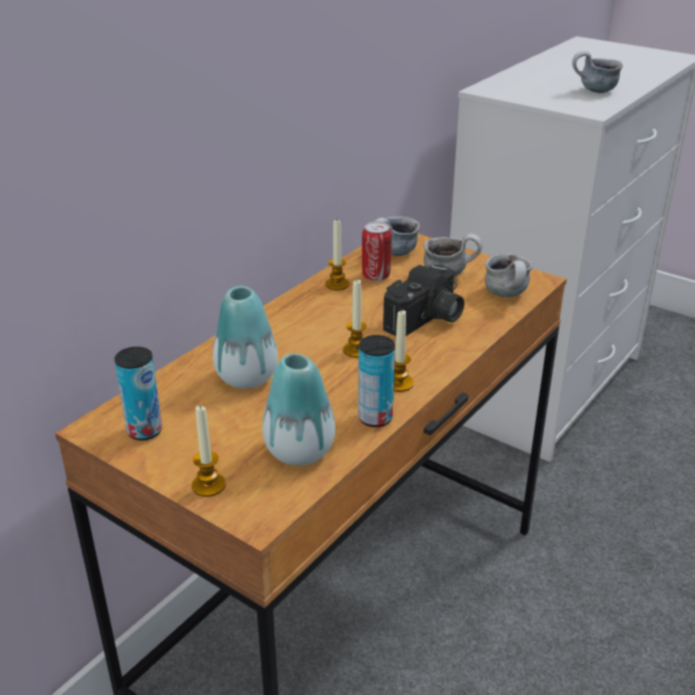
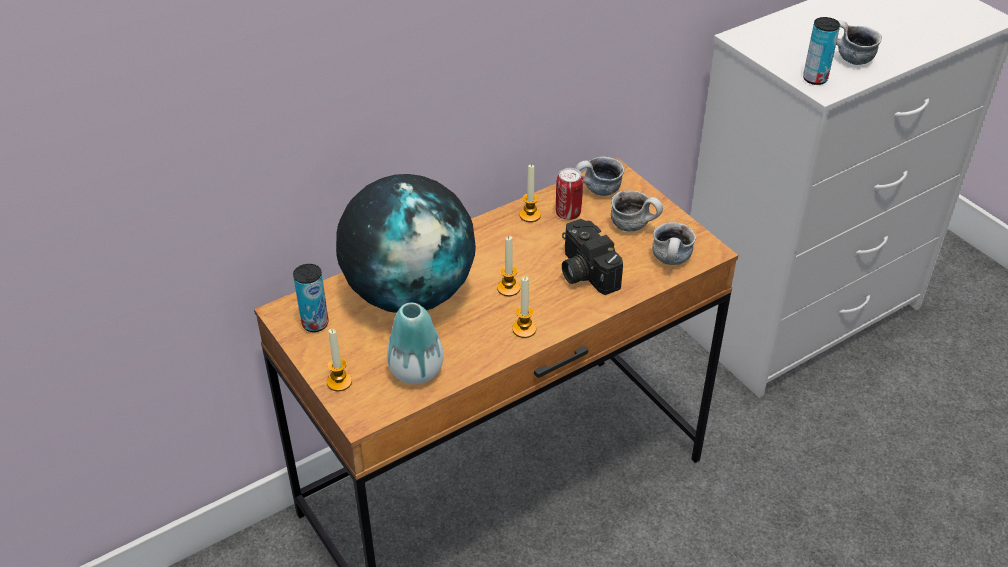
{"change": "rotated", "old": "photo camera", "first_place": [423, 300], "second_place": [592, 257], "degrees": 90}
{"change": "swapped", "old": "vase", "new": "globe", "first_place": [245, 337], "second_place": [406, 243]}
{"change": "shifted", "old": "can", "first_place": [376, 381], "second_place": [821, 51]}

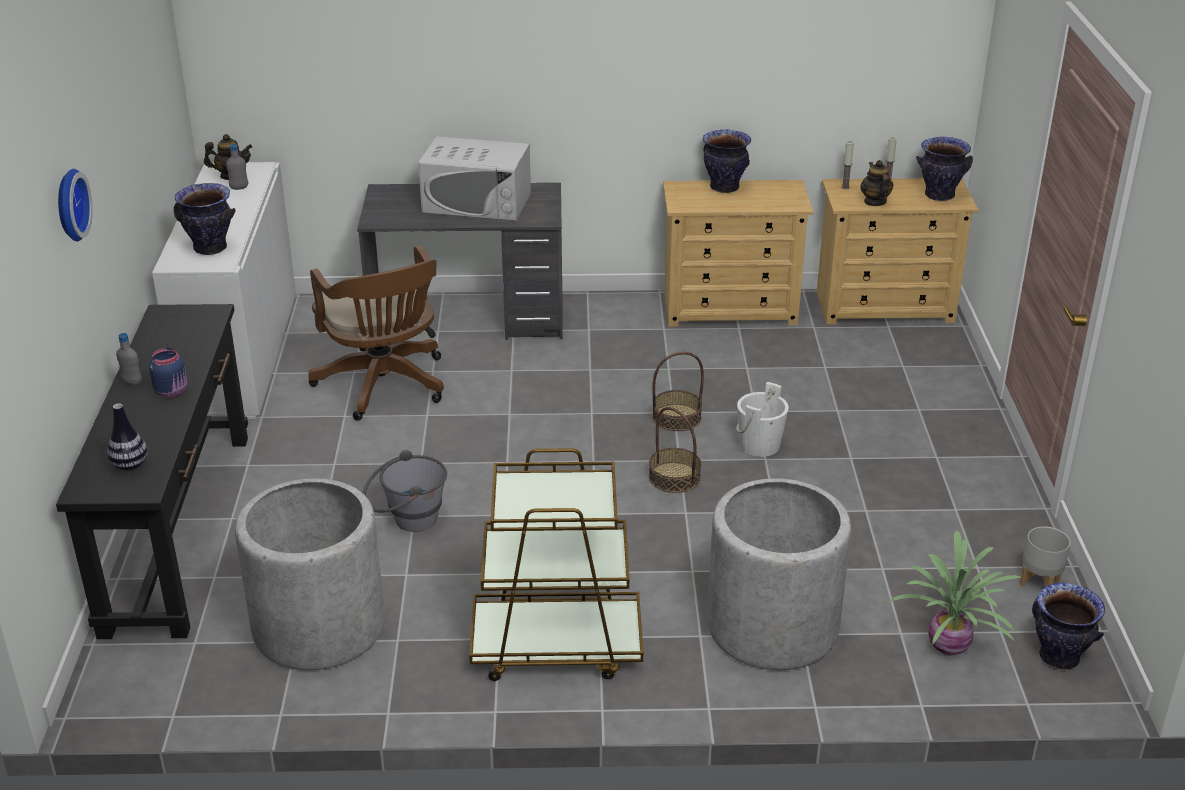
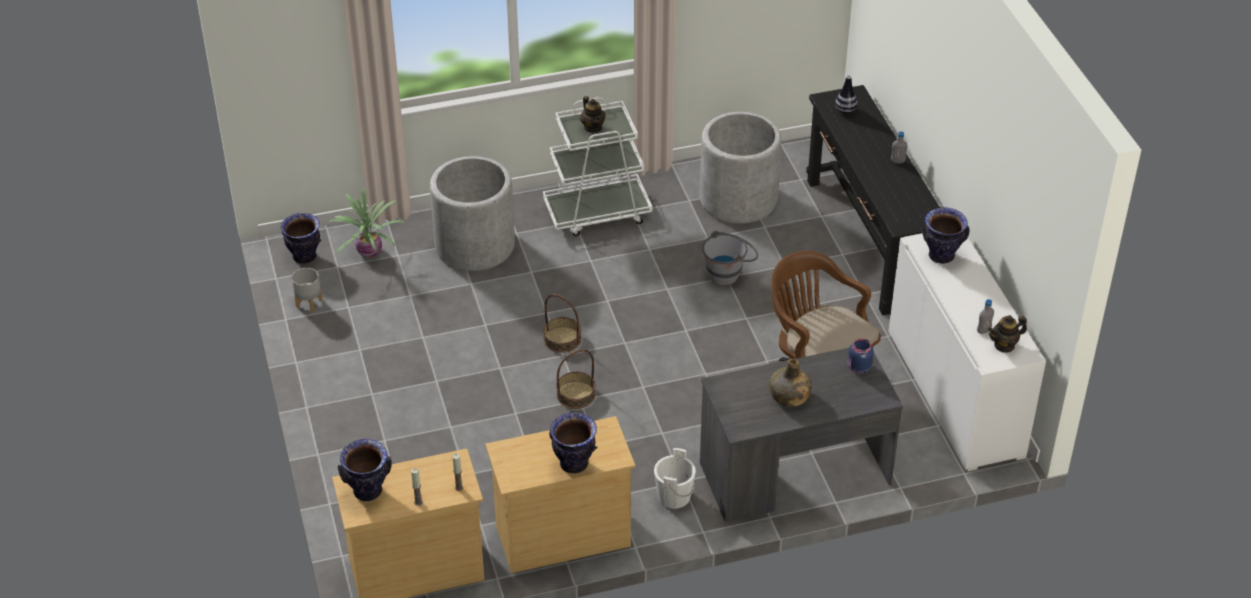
{"change": "swapped", "old": "microwave/white", "new": "bottle/green", "first_place": [474, 178], "second_place": [790, 382]}
{"change": "shifted", "old": "teapot", "first_place": [876, 183], "second_place": [593, 114]}
{"change": "gone", "old": "wall clock", "first_place": [75, 205]}
{"change": "shifted", "old": "jar/blue", "first_place": [168, 373], "second_place": [861, 355]}
{"change": "shifted", "old": "bucket/white", "first_place": [762, 419], "second_place": [675, 478]}
{"change": "repainted", "old": "cart/brown", "new": "cart/white", "first_place": [556, 564], "second_place": [598, 166]}

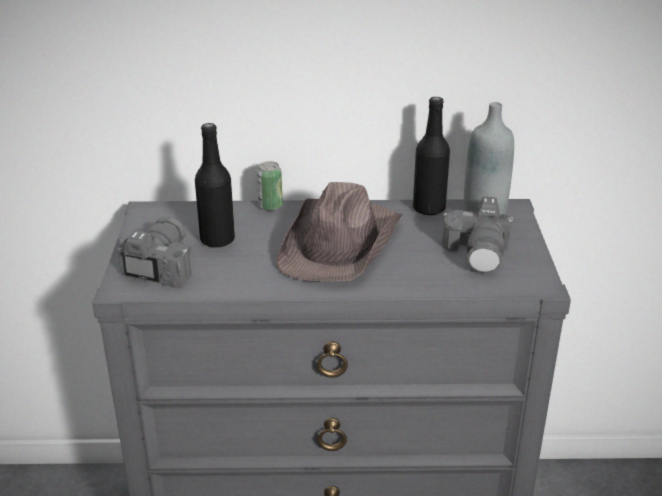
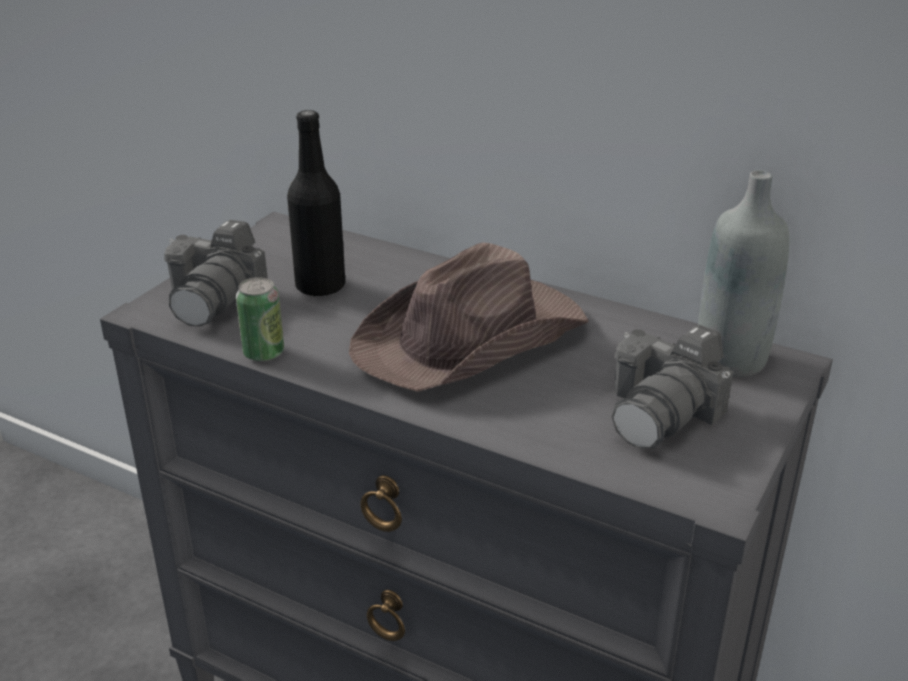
{"change": "gone", "old": "bottle/black", "first_place": [431, 156]}
{"change": "shifted", "old": "can", "first_place": [270, 186], "second_place": [260, 319]}
{"change": "rotated", "old": "photo camera", "first_place": [154, 252], "second_place": [216, 273], "degrees": 150}

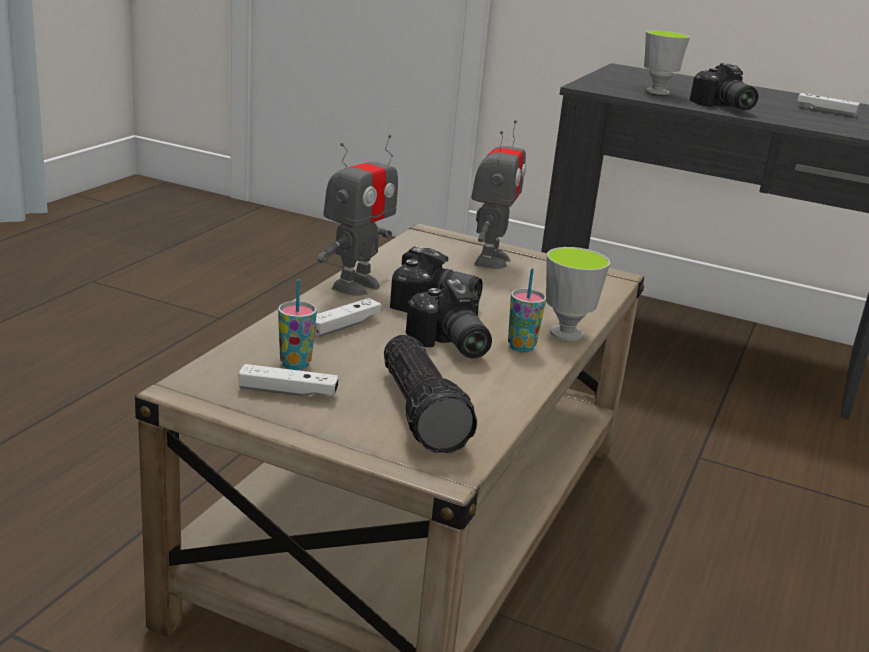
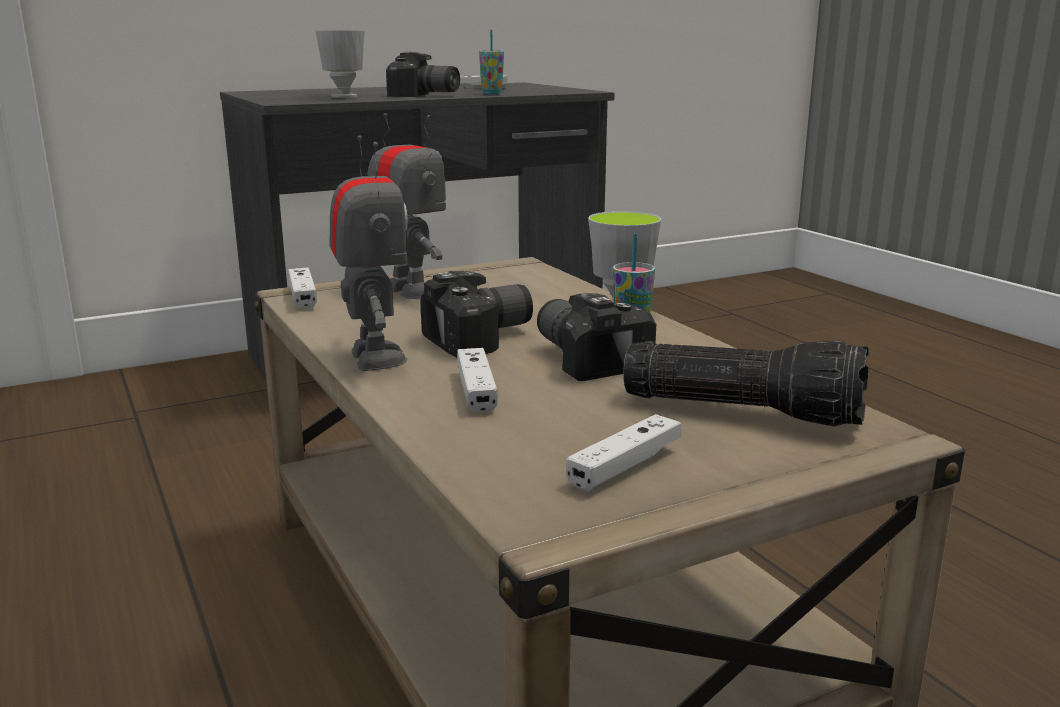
{"change": "shifted", "old": "cup", "first_place": [297, 324], "second_place": [491, 62]}
{"change": "rotated", "old": "photo camera", "first_place": [449, 318], "second_place": [596, 337], "degrees": -135}
{"change": "new", "new": "game controller/white", "second_place": [303, 288]}

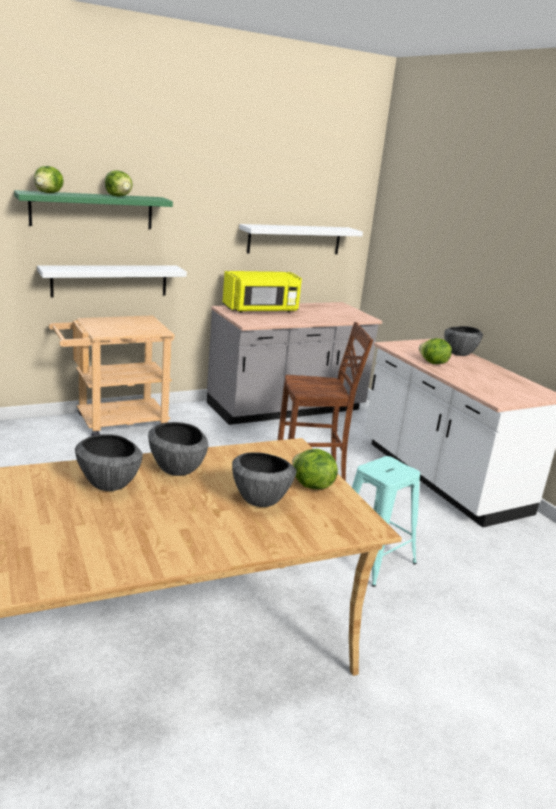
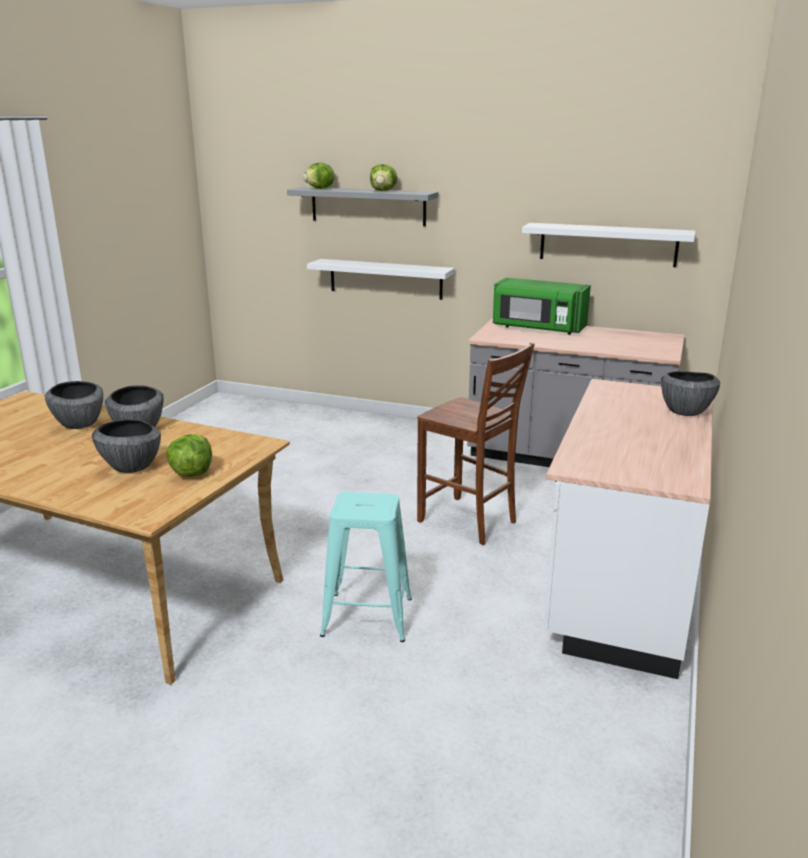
{"change": "repainted", "old": "shelf/green", "new": "shelf/grey", "first_place": [93, 209], "second_place": [362, 206]}
{"change": "repainted", "old": "microwave/yellow", "new": "microwave/green", "first_place": [262, 292], "second_place": [542, 306]}
{"change": "gone", "old": "cart/beige", "first_place": [112, 375]}
{"change": "gone", "old": "lettuce", "first_place": [435, 351]}

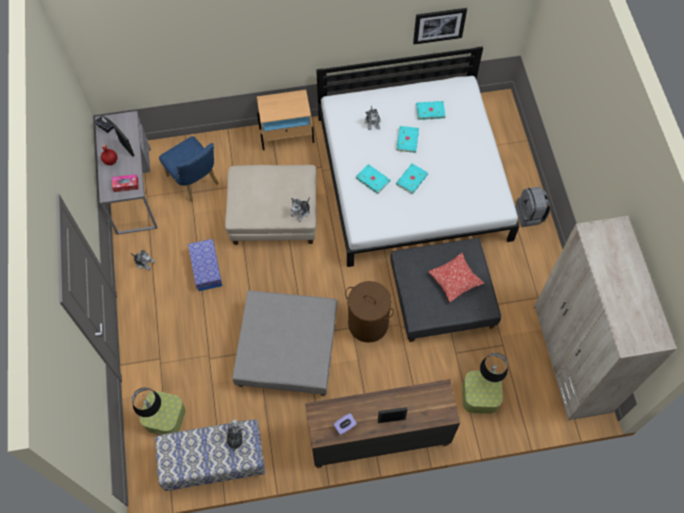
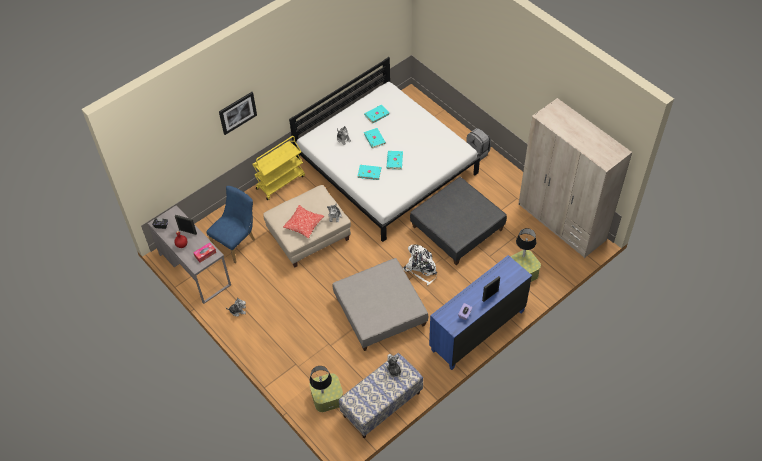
{"change": "shifted", "old": "picture", "first_place": [440, 26], "second_place": [238, 113]}
{"change": "swapped", "old": "nightstand/beige", "new": "cart/yellow", "first_place": [285, 120], "second_place": [278, 168]}
{"change": "rotated", "old": "chair/blue", "first_place": [189, 169], "second_place": [230, 224], "degrees": -75}
{"change": "gone", "old": "storage box", "first_place": [205, 265]}
{"change": "shifted", "old": "pillow", "first_place": [456, 277], "second_place": [303, 221]}
{"change": "swapped", "old": "laundry basket/brown", "new": "backpack/white", "first_place": [369, 312], "second_place": [420, 265]}
{"change": "repainted", "old": "dresser/brown", "new": "dresser/blue", "first_place": [382, 423], "second_place": [480, 312]}

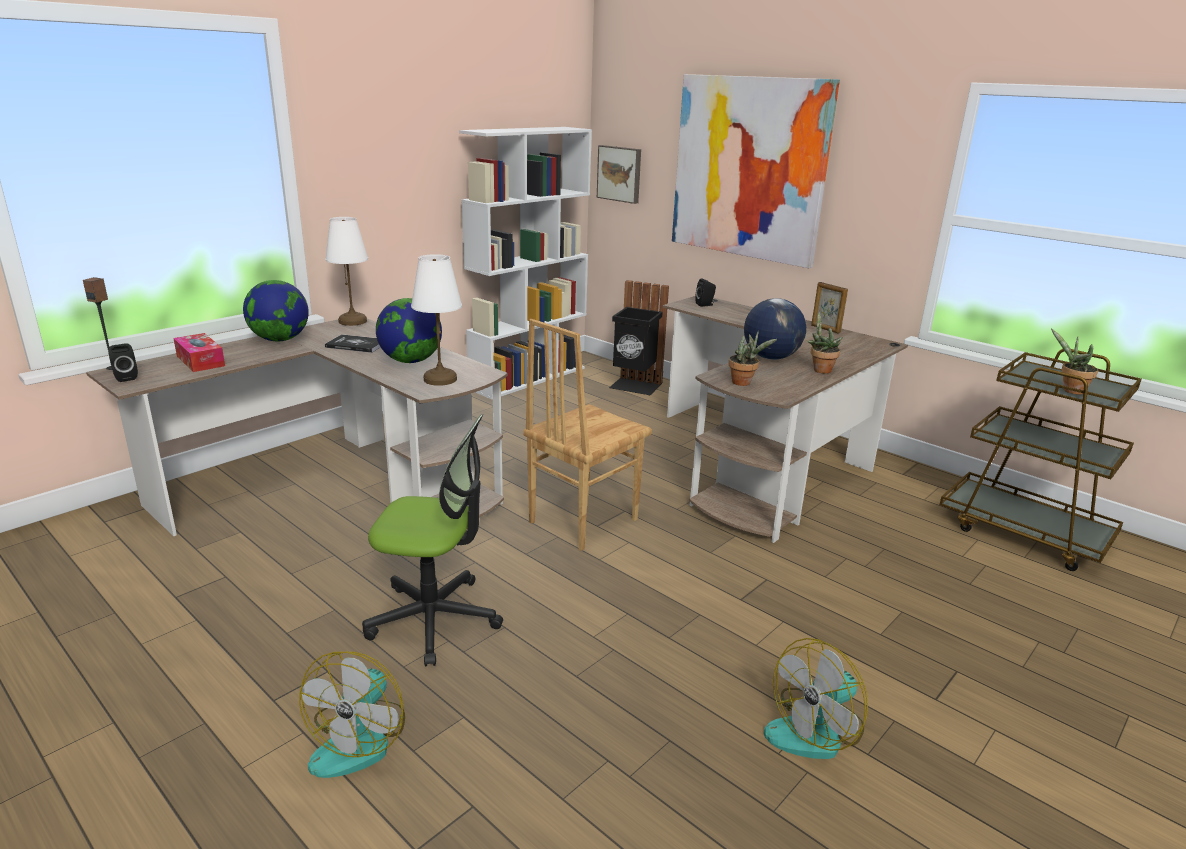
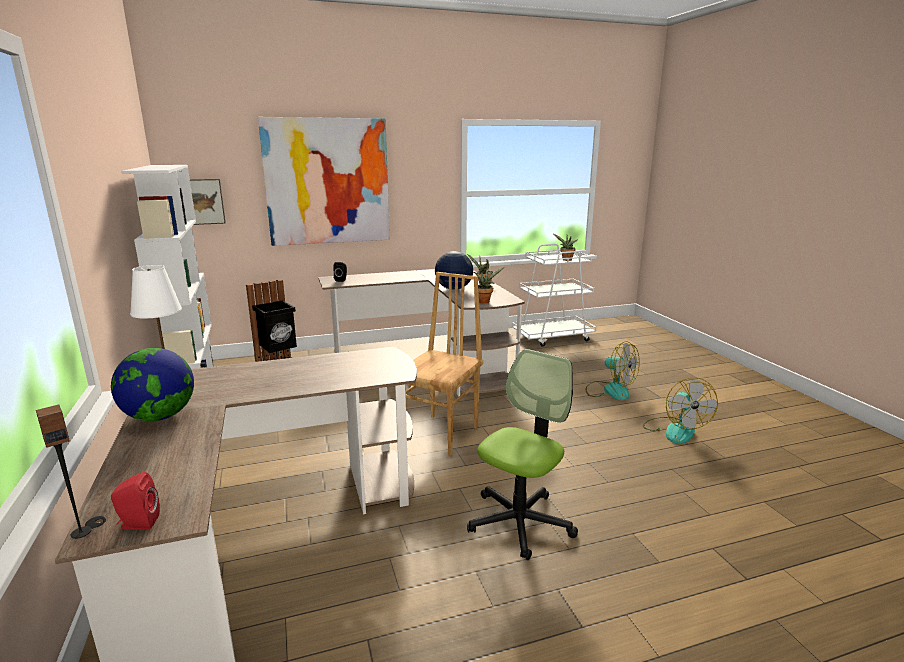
{"change": "gone", "old": "table lamp/white", "first_place": [436, 320]}
{"change": "gone", "old": "picture frame", "first_place": [829, 308]}
{"change": "gone", "old": "globe", "first_place": [409, 330]}
{"change": "rotated", "old": "chair/brown", "first_place": [587, 435], "second_place": [444, 363], "degrees": -135}
{"change": "gone", "old": "tissue box", "first_place": [199, 352]}
{"change": "gone", "old": "book", "first_place": [352, 343]}
{"change": "repainted", "old": "speaker/black", "new": "speaker/red", "first_place": [123, 362], "second_place": [135, 501]}
{"change": "repainted", "old": "cart/brown", "new": "cart/white", "first_place": [1040, 460], "second_place": [554, 295]}
{"change": "shifted", "old": "fan", "first_place": [352, 715], "second_place": [612, 370]}

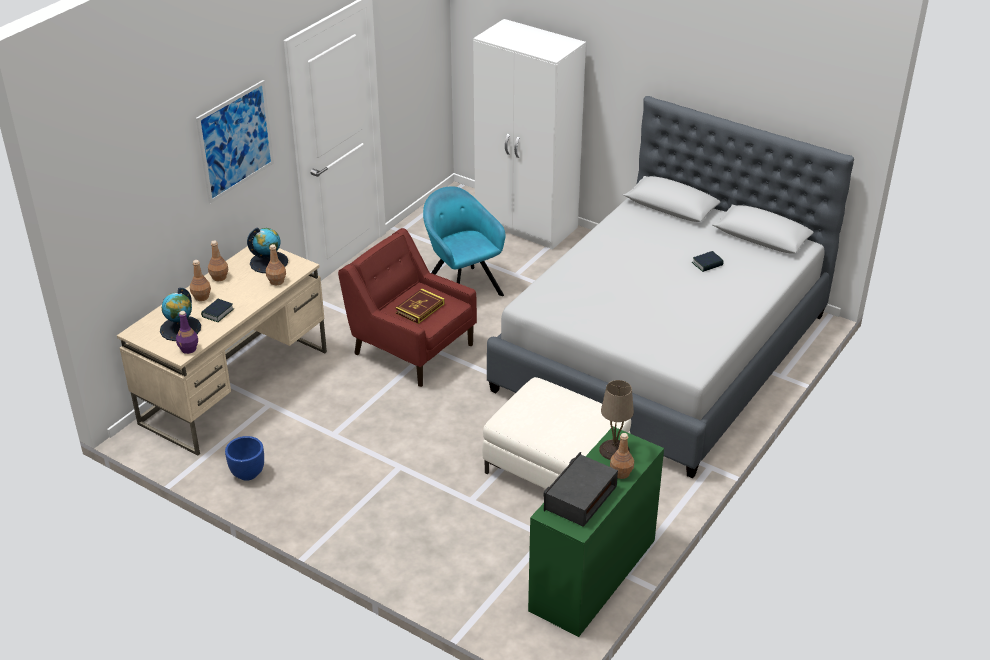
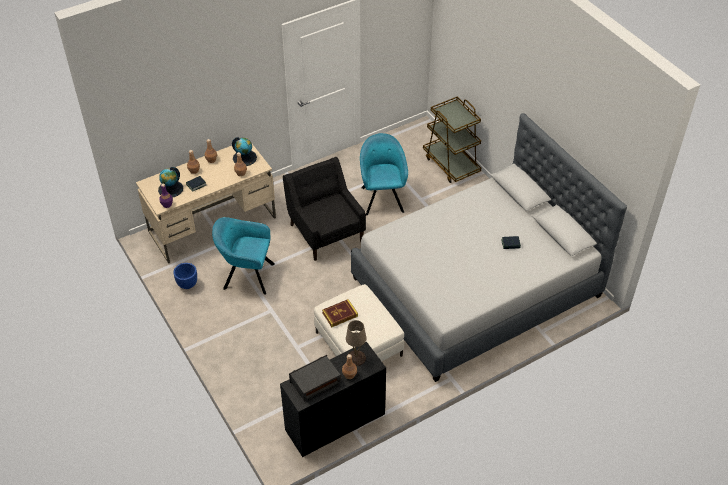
{"change": "swapped", "old": "wardrobe/white", "new": "cart/brown", "first_place": [529, 134], "second_place": [452, 140]}
{"change": "gone", "old": "picture", "first_place": [235, 142]}
{"change": "repainted", "old": "armchair/red", "new": "armchair/black", "first_place": [407, 307], "second_place": [324, 209]}
{"change": "shifted", "old": "book", "first_place": [420, 306], "second_place": [340, 313]}
{"change": "repainted", "old": "desk/green", "new": "desk/black", "first_place": [596, 532], "second_place": [333, 399]}
{"change": "new", "new": "armchair/turquoise", "second_place": [243, 256]}

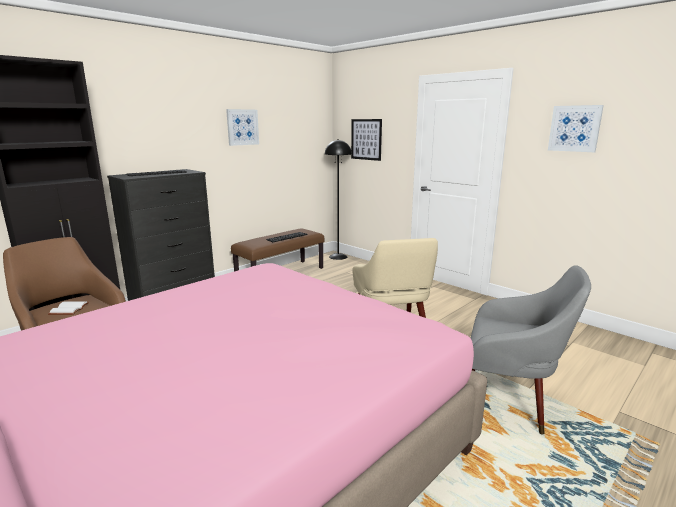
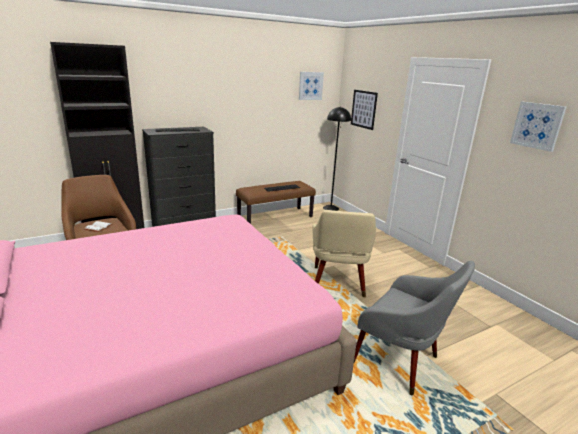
{"change": "shifted", "old": "picture", "first_place": [242, 127], "second_place": [311, 86]}

